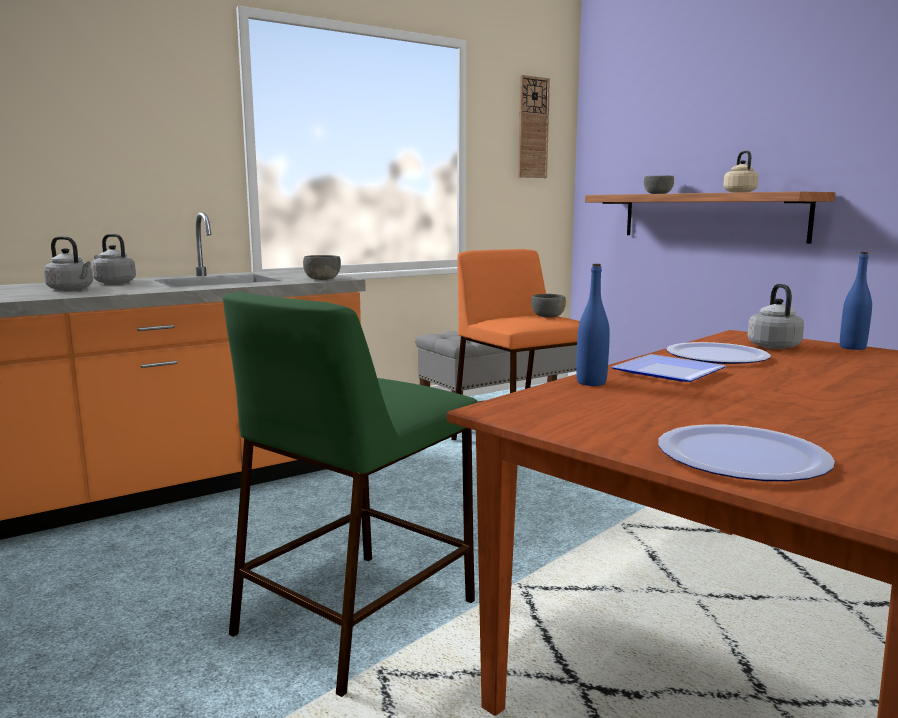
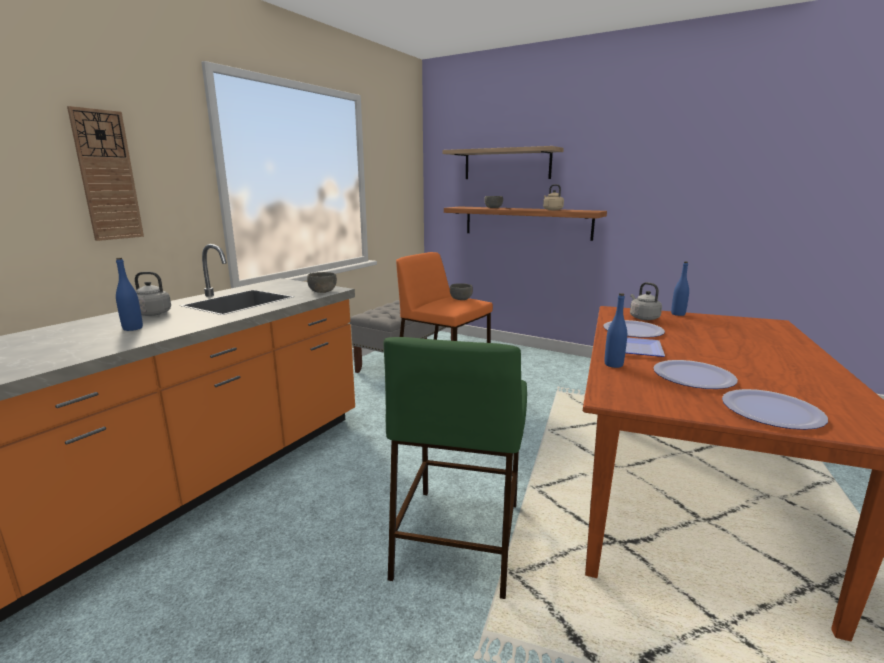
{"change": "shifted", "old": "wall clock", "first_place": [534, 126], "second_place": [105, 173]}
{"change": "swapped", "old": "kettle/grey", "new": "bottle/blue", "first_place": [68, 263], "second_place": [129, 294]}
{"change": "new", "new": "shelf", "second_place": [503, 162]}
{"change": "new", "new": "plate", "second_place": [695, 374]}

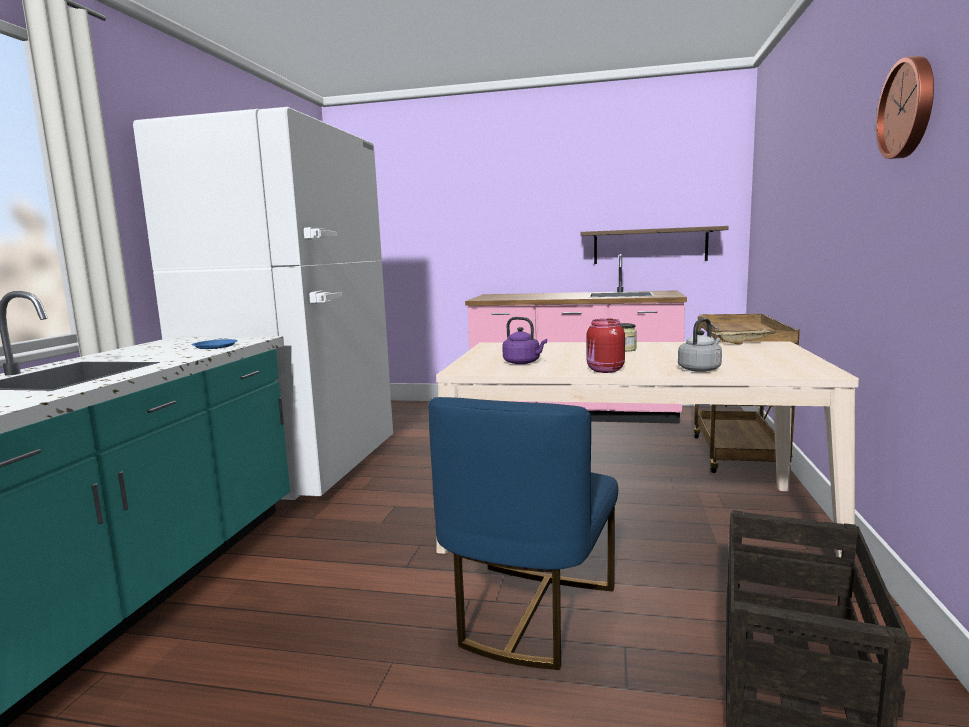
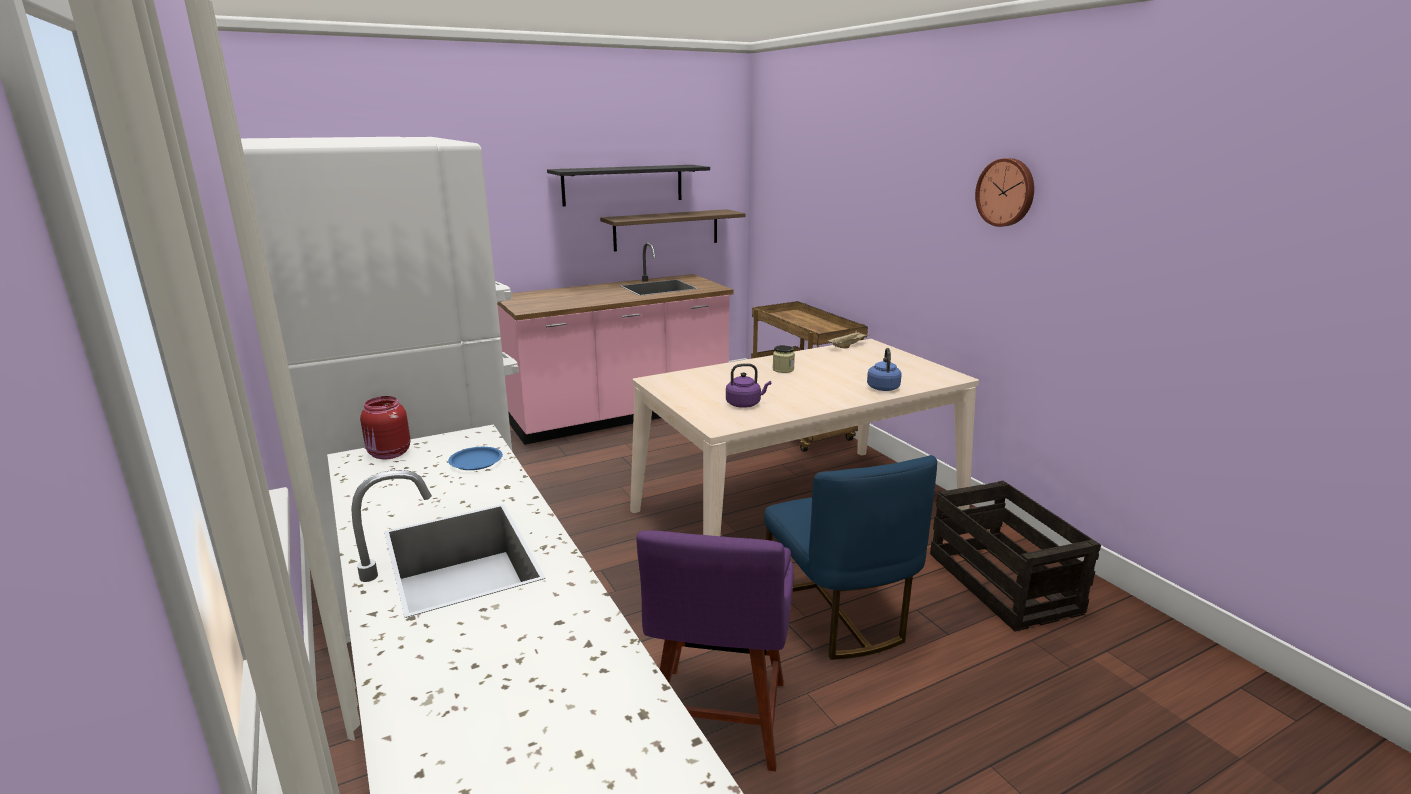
{"change": "repainted", "old": "kettle/grey", "new": "kettle/blue", "first_place": [700, 345], "second_place": [884, 369]}
{"change": "shifted", "old": "jar/red", "first_place": [605, 346], "second_place": [385, 427]}
{"change": "new", "new": "shelf/black", "second_place": [628, 185]}
{"change": "new", "new": "chair/purple", "second_place": [715, 651]}

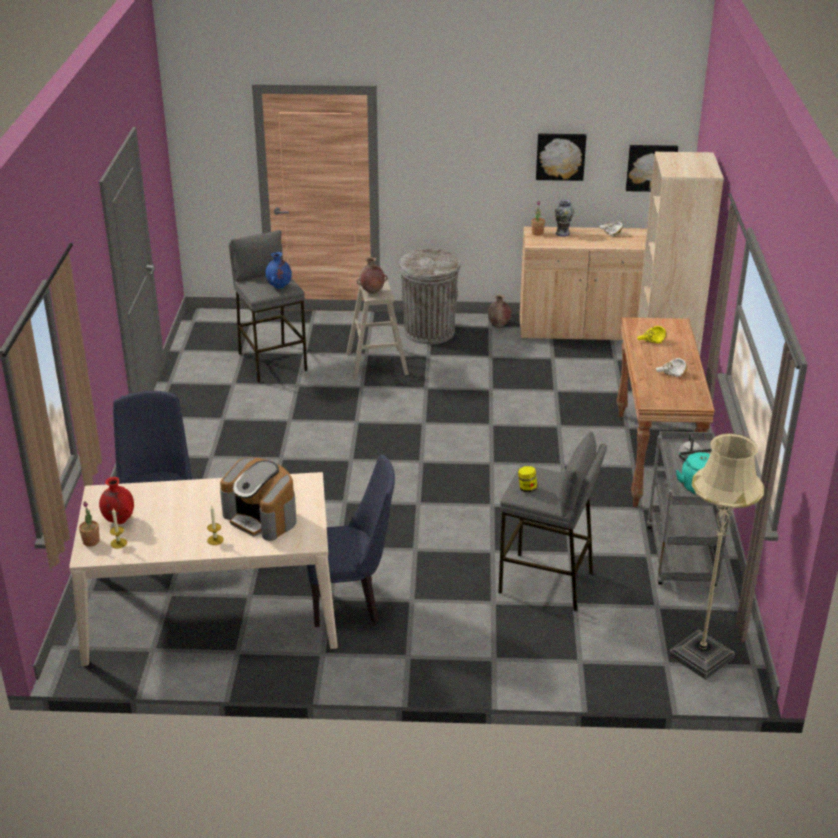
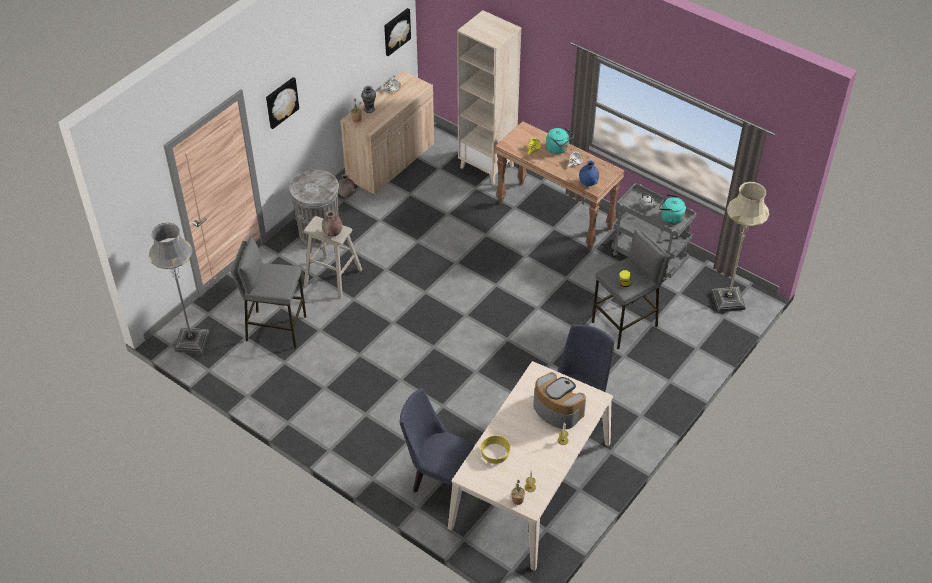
{"change": "shifted", "old": "picture", "first_place": [561, 157], "second_place": [282, 103]}
{"change": "shifted", "old": "vase/blue", "first_place": [279, 270], "second_place": [589, 173]}
{"change": "rotated", "old": "coffee machine", "first_place": [258, 499], "second_place": [559, 400], "degrees": -120}
{"change": "gone", "old": "vase/red", "first_place": [116, 500]}
{"change": "new", "new": "kettle/turquoise", "second_place": [560, 141]}
{"change": "new", "new": "floor lamp/grey", "second_place": [179, 288]}
{"change": "new", "new": "bowl/yellow", "second_place": [496, 449]}

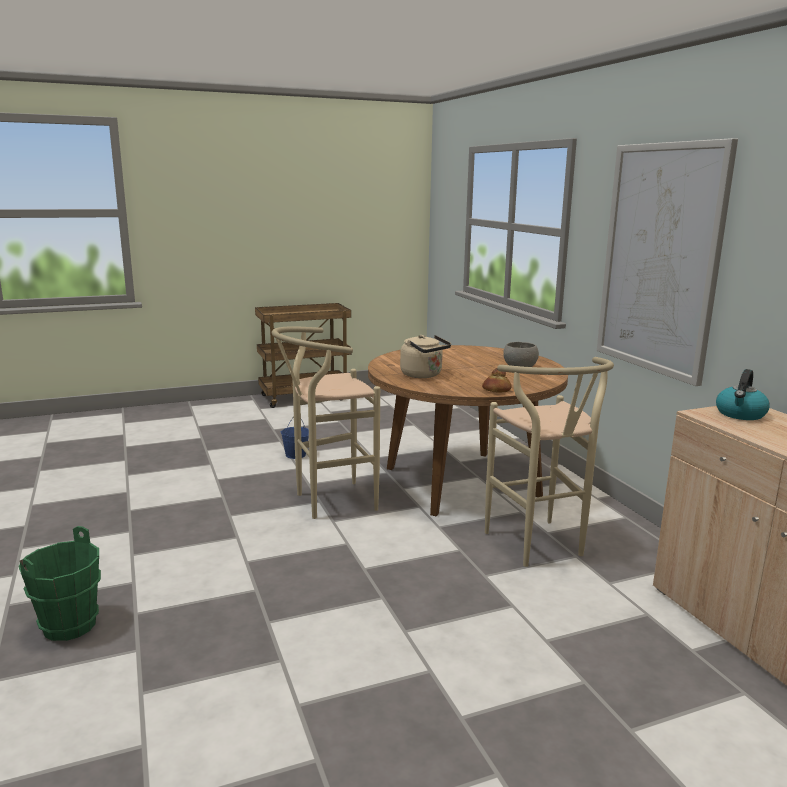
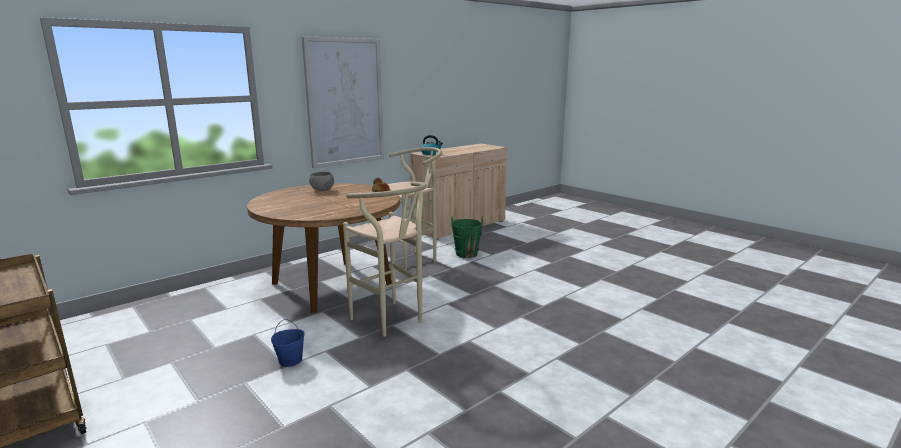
{"change": "gone", "old": "kettle/beige", "first_place": [425, 356]}
{"change": "shifted", "old": "bucket/green", "first_place": [59, 583], "second_place": [467, 237]}

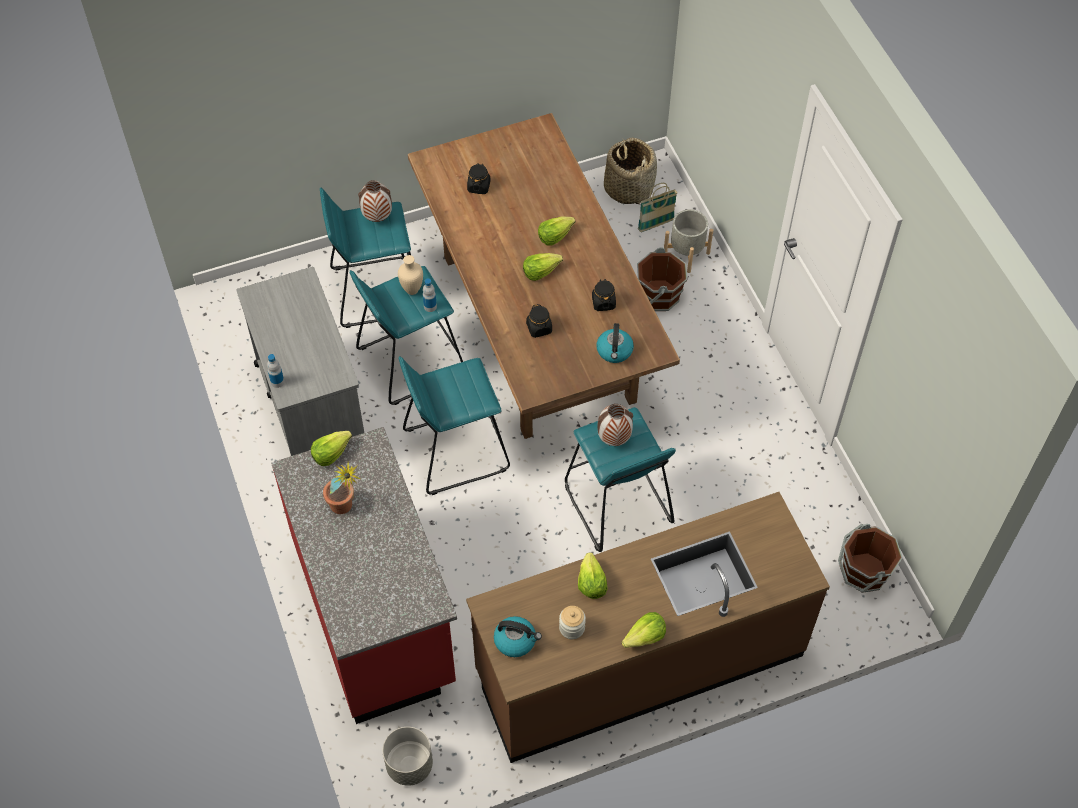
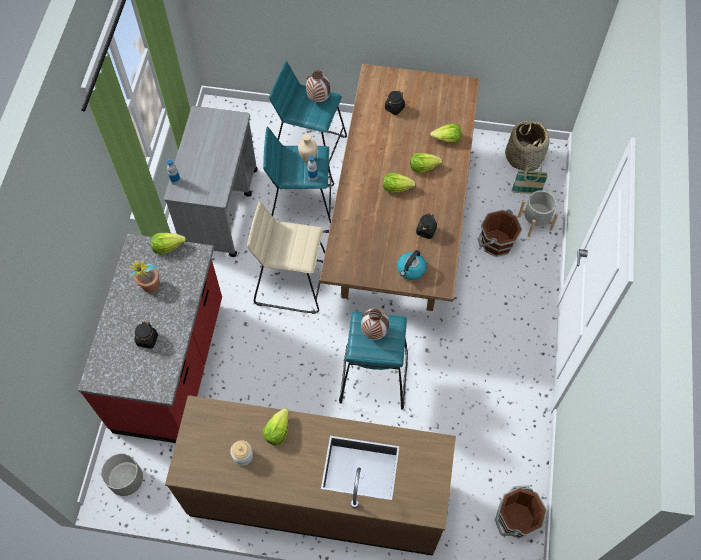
{"change": "shifted", "old": "jar/black", "first_place": [539, 321], "second_place": [146, 335]}
{"change": "repainted", "old": "stool/turquoise", "new": "stool/beige", "first_place": [454, 425], "second_place": [286, 257]}
{"change": "shifted", "old": "lettuce", "first_place": [644, 630], "second_place": [446, 133]}
{"change": "gone", "old": "kettle", "first_place": [518, 636]}

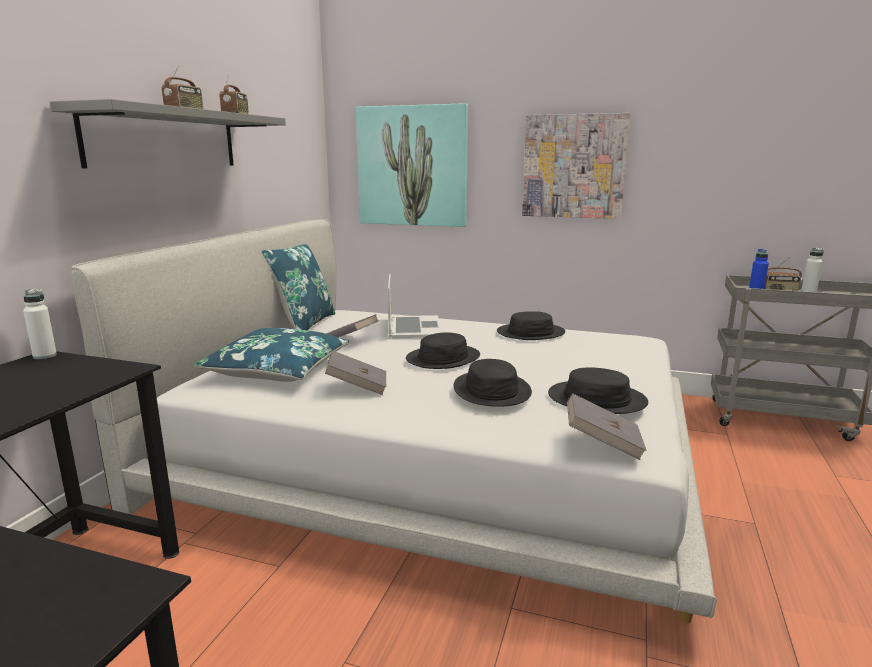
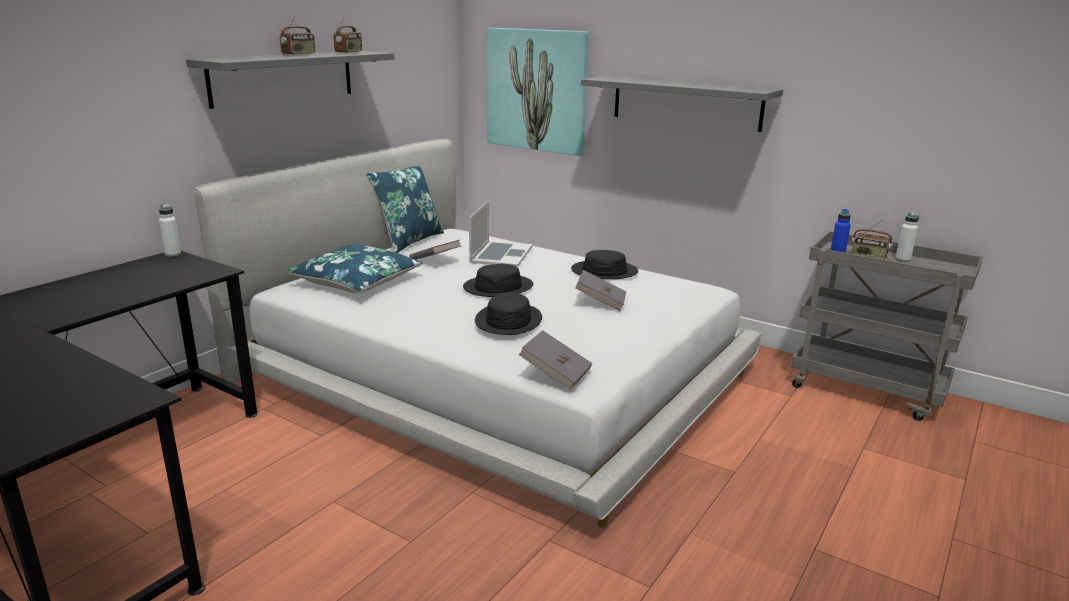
{"change": "swapped", "old": "picture", "new": "shelf/grey", "first_place": [576, 166], "second_place": [682, 104]}
{"change": "shifted", "old": "book/grey", "first_place": [355, 373], "second_place": [600, 290]}
{"change": "gone", "old": "hat/black", "first_place": [598, 391]}

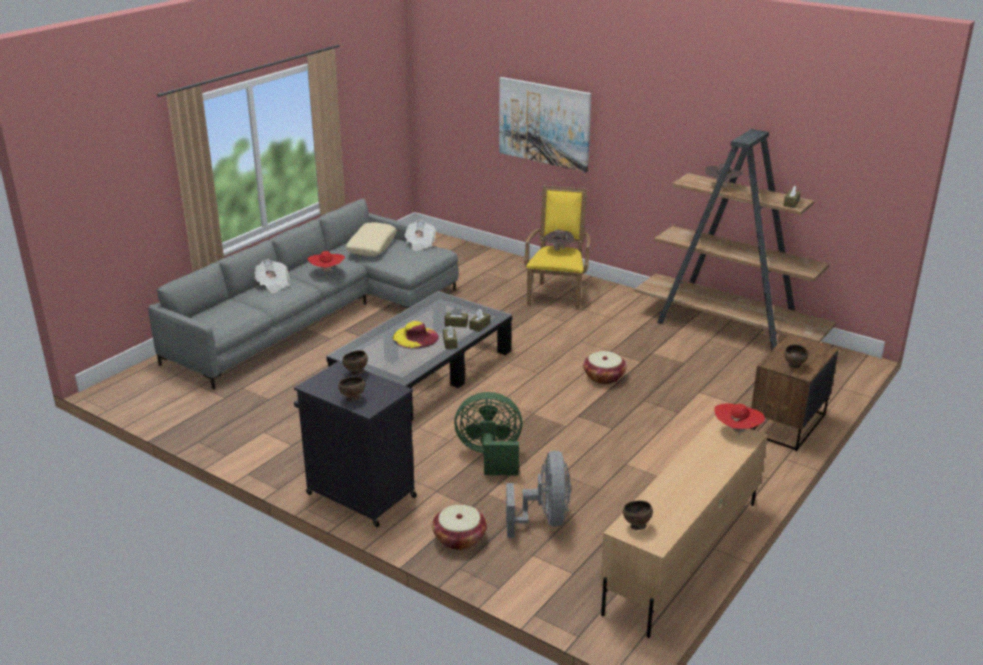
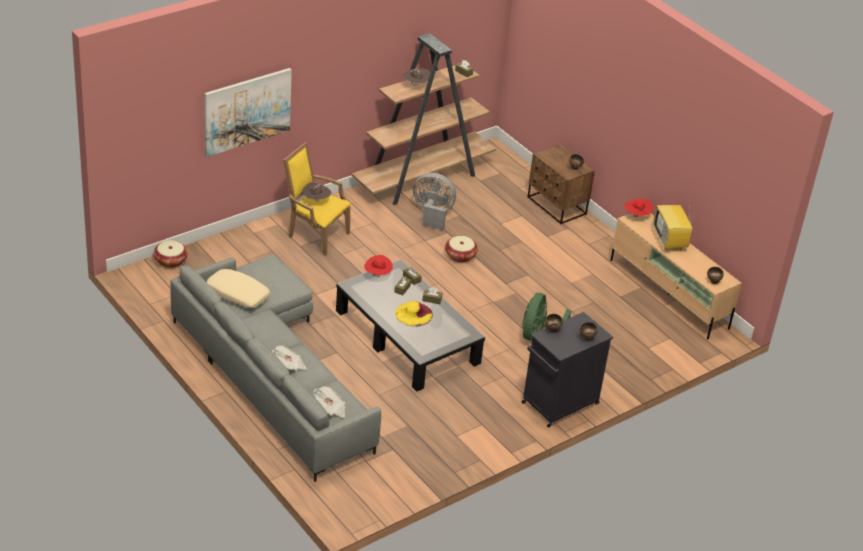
{"change": "shifted", "old": "newspaper", "first_place": [420, 235], "second_place": [329, 402]}
{"change": "shifted", "old": "hat/red", "first_place": [326, 261], "second_place": [378, 266]}
{"change": "shifted", "old": "fan/grey", "first_place": [538, 494], "second_place": [434, 201]}
{"change": "shifted", "old": "basket", "first_place": [459, 527], "second_place": [171, 254]}
{"change": "new", "new": "television", "second_place": [674, 226]}

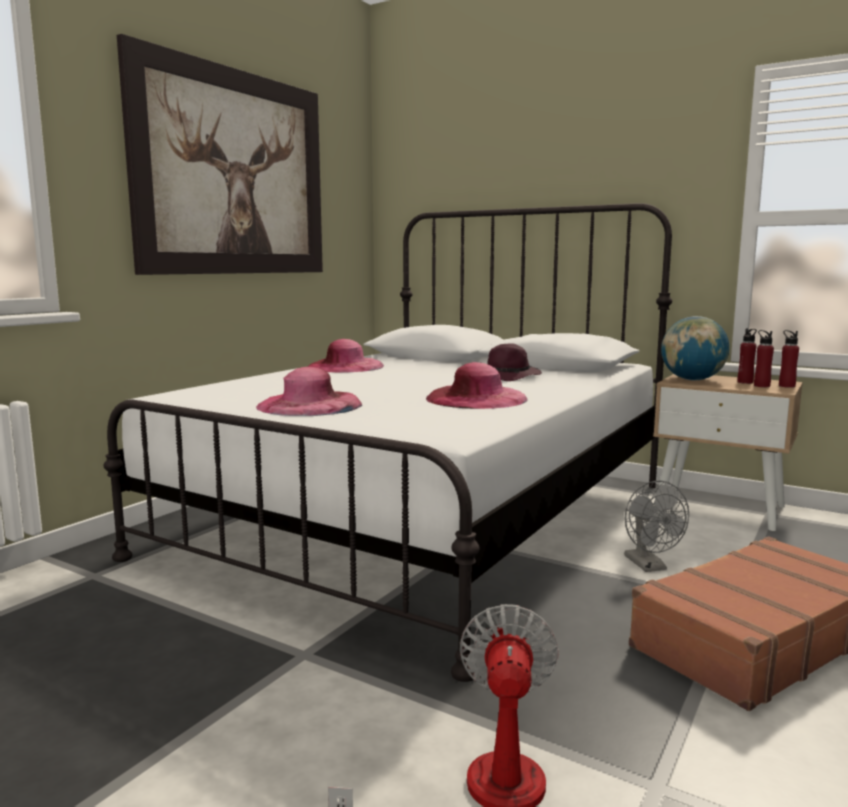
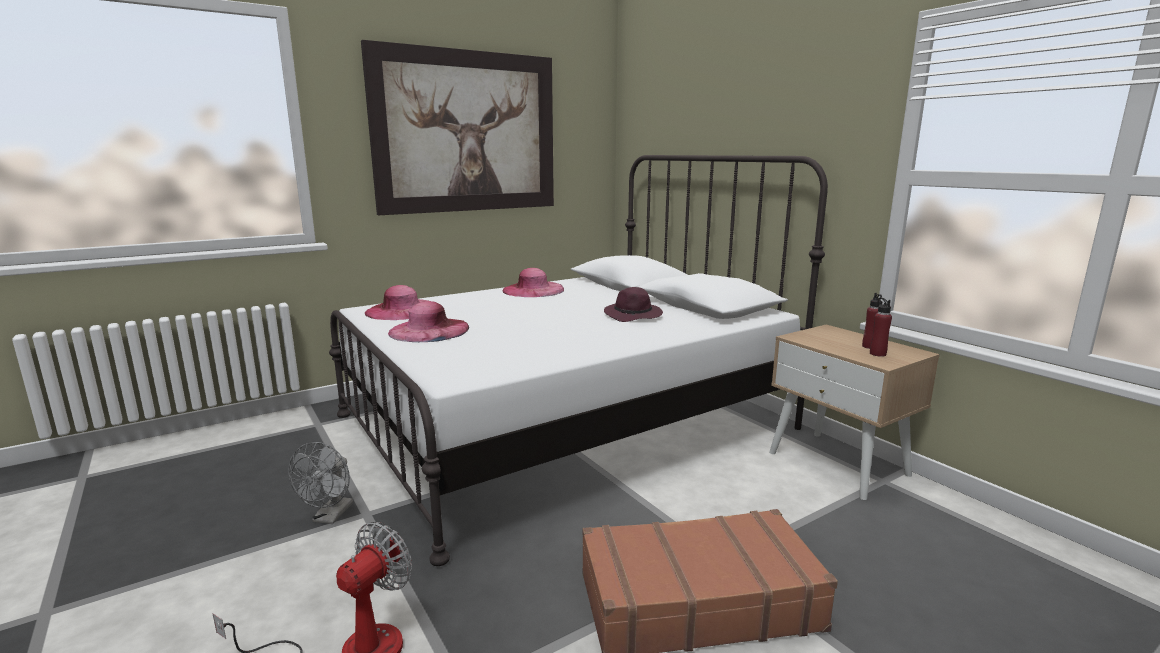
{"change": "gone", "old": "globe", "first_place": [695, 348]}
{"change": "gone", "old": "bottle/red", "first_place": [789, 359]}
{"change": "shifted", "old": "hat/pink", "first_place": [477, 385], "second_place": [396, 302]}
{"change": "shifted", "old": "fan/grey", "first_place": [656, 526], "second_place": [320, 483]}

